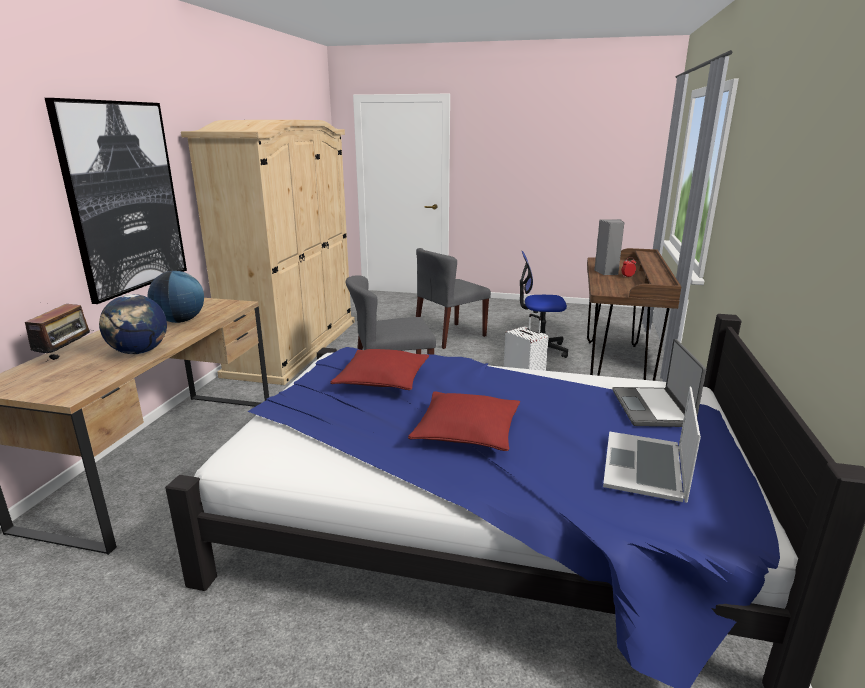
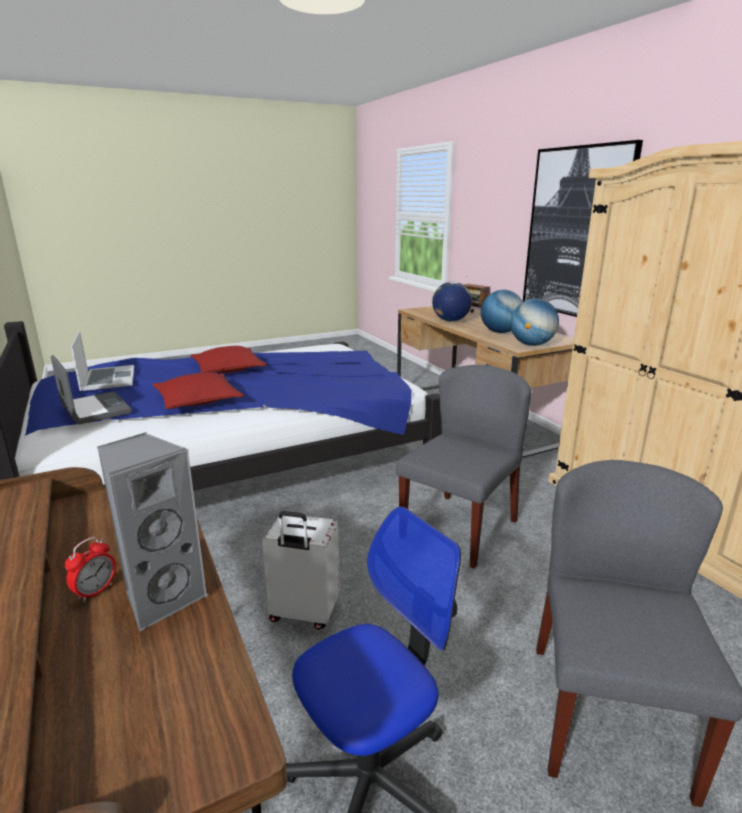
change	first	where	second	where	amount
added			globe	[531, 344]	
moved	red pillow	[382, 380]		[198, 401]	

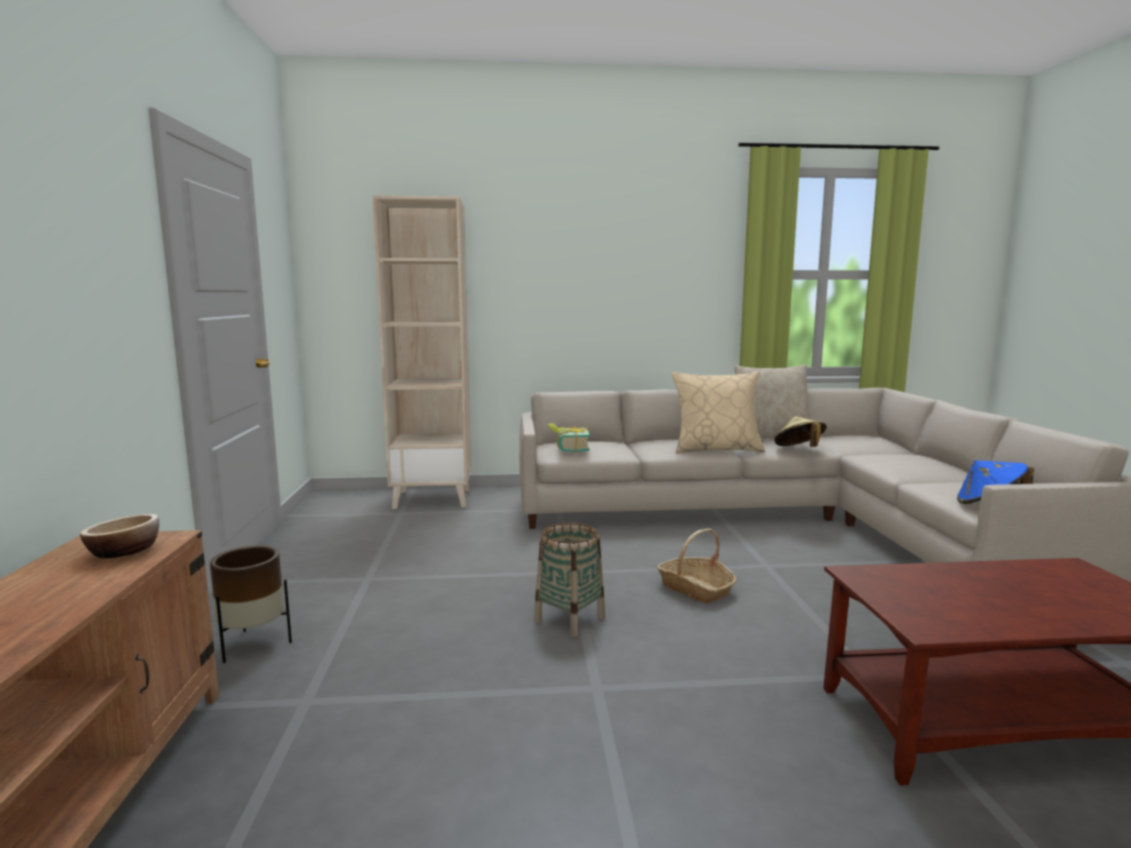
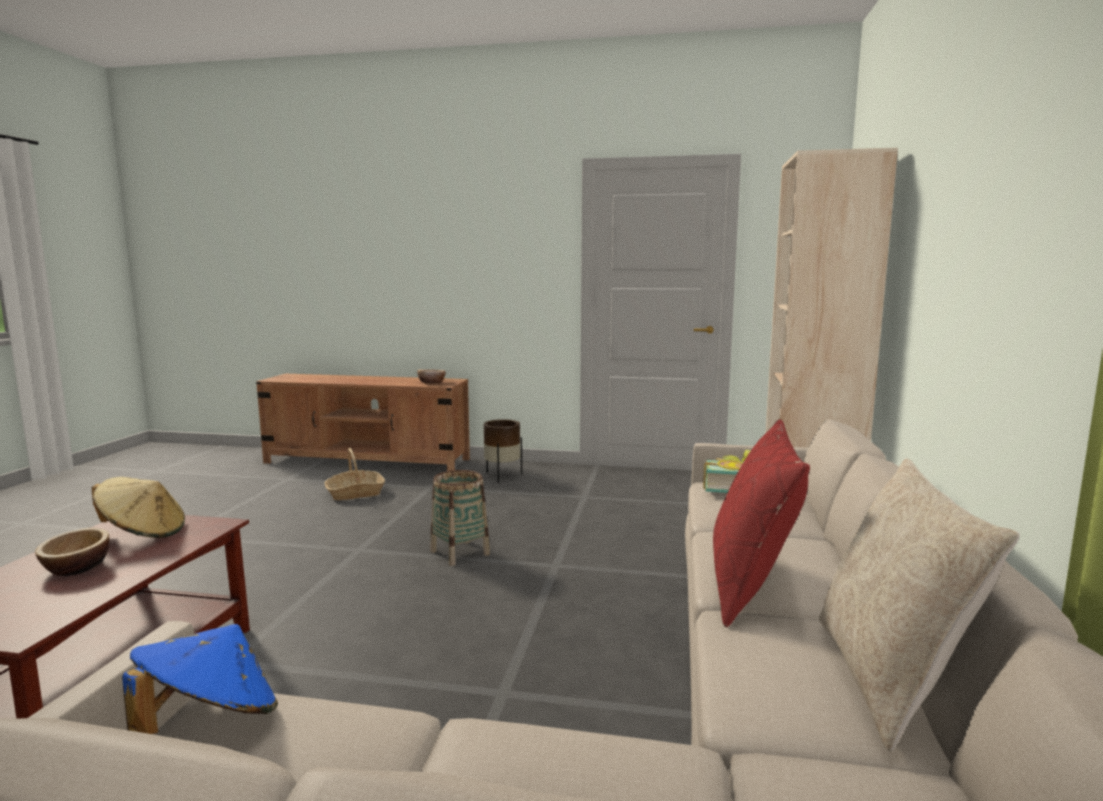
change	first	where	second	where	amount
added			bowl	[77, 567]	
moved	basket	[695, 589]		[355, 493]	
moved	beige hat	[799, 449]		[143, 533]	
recoloured	beige pillow	[716, 449]	red pillow	[751, 586]	

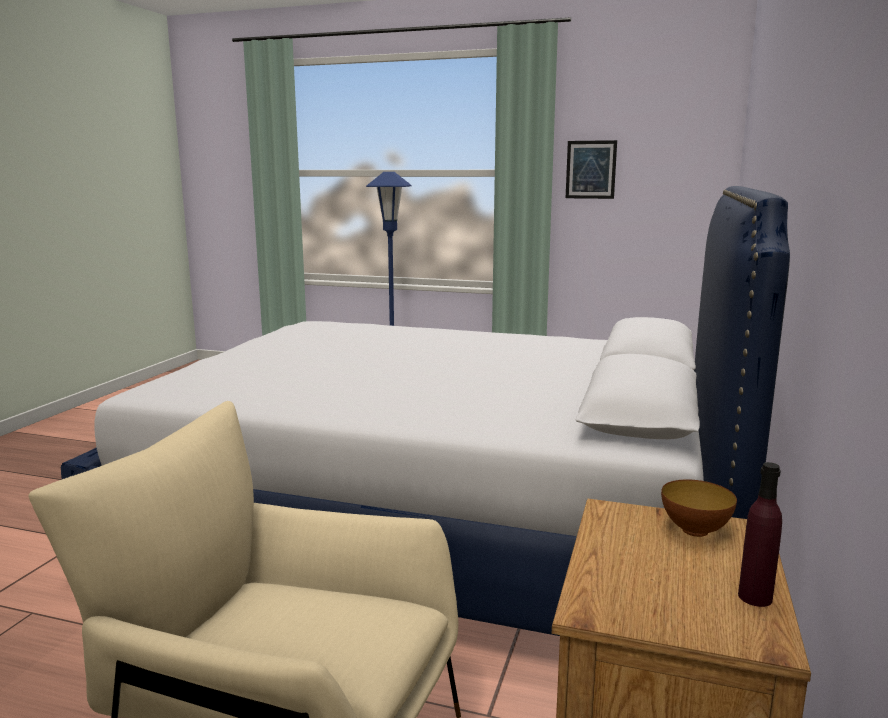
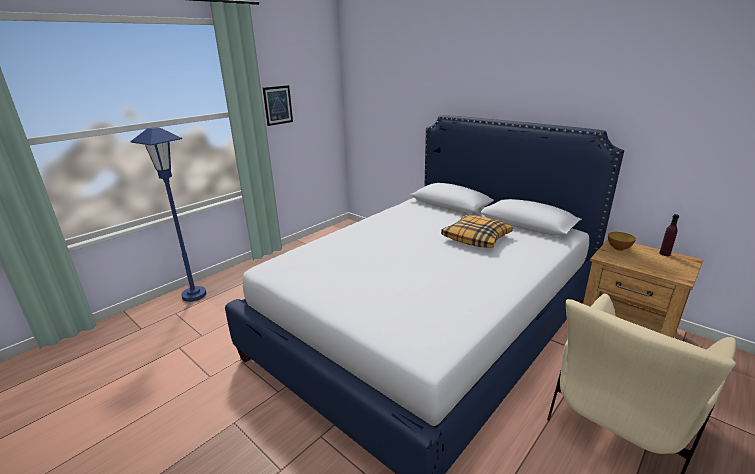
change	first	where	second	where	amount
added			pillow	[476, 238]	

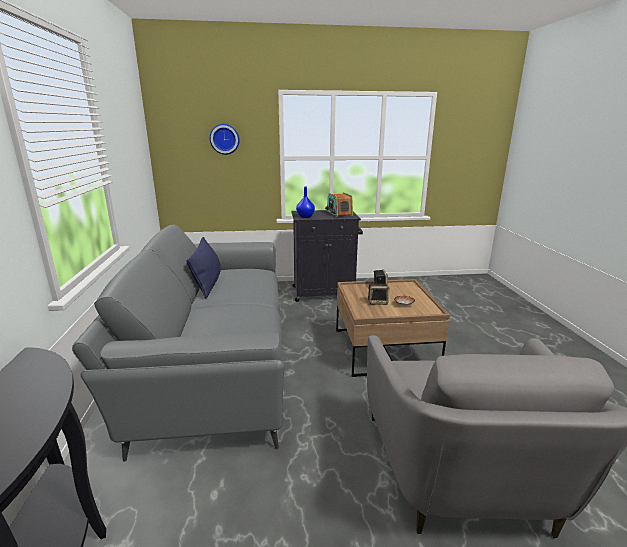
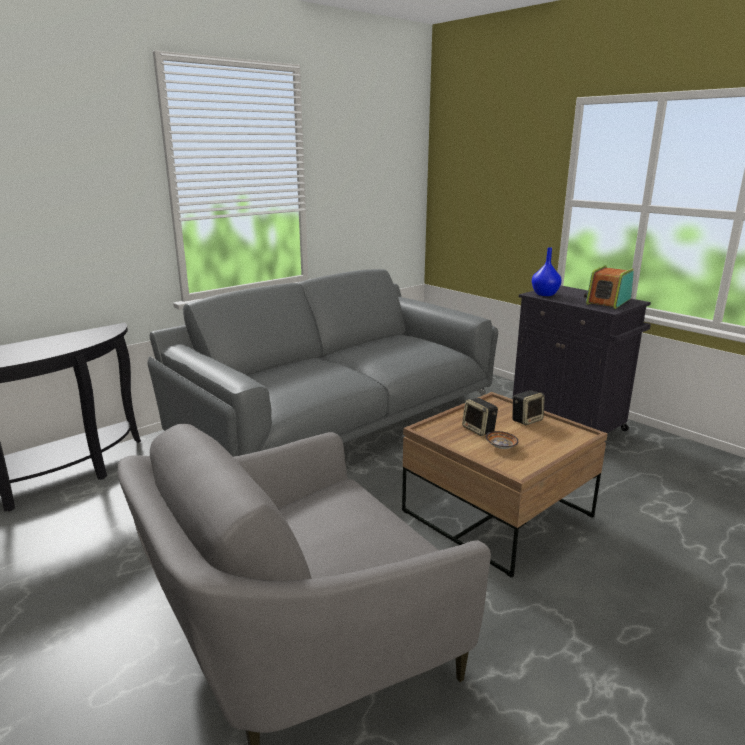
change	first	where	second	where	amount
removed	blue pillow	[207, 283]			
removed	wall clock	[224, 139]			

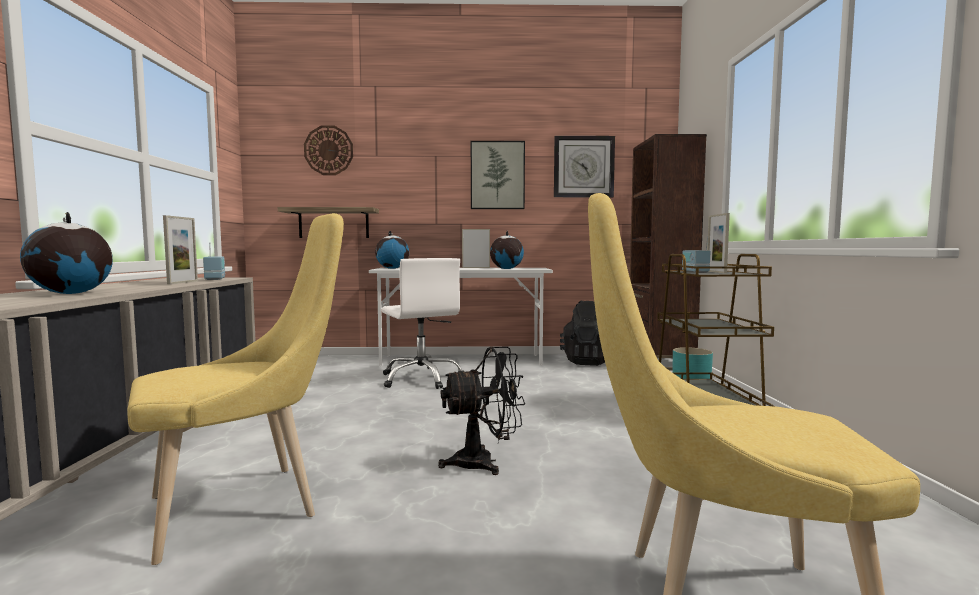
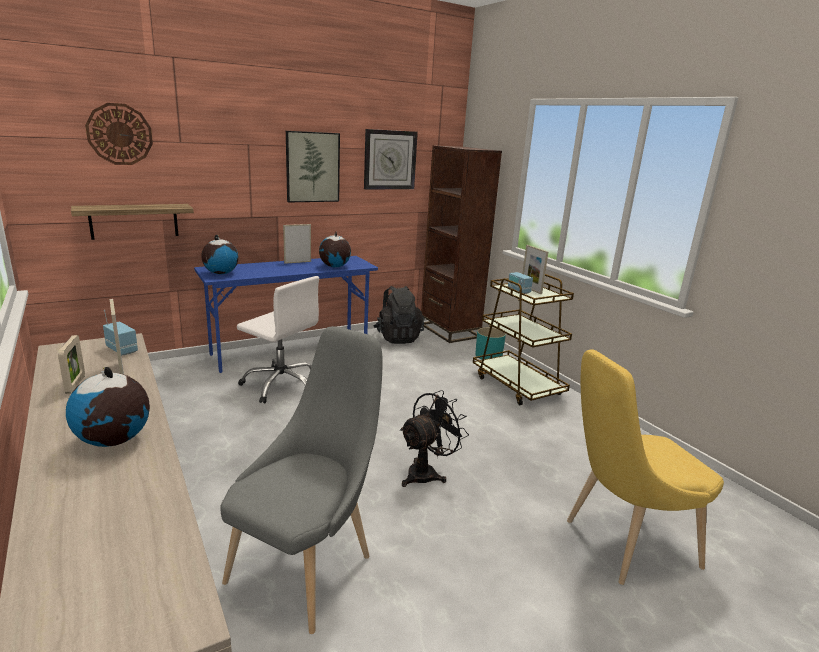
change	first	where	second	where	amount
added			picture frame	[75, 384]	
recoloured	yellow chair	[246, 505]	grey chair	[307, 564]	
recoloured	white desk	[462, 360]	blue desk	[291, 351]	

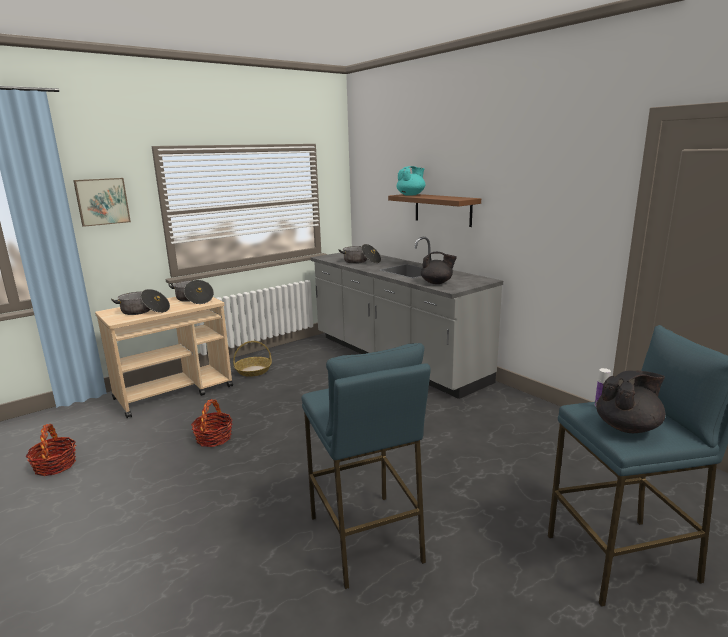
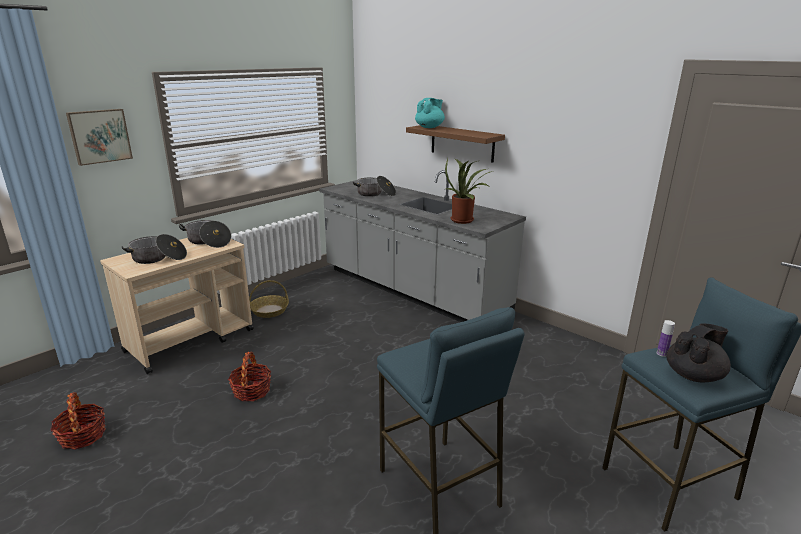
change	first	where	second	where	amount
replaced	black teapot	[437, 283]	potted plant	[464, 220]	

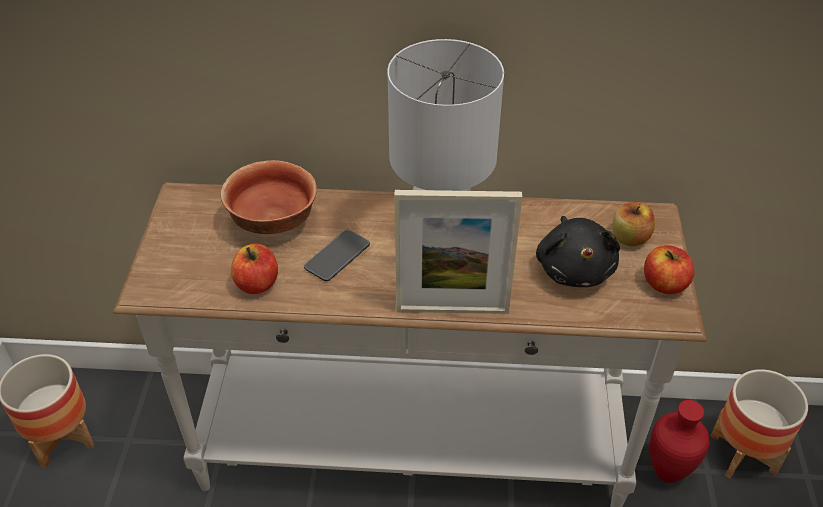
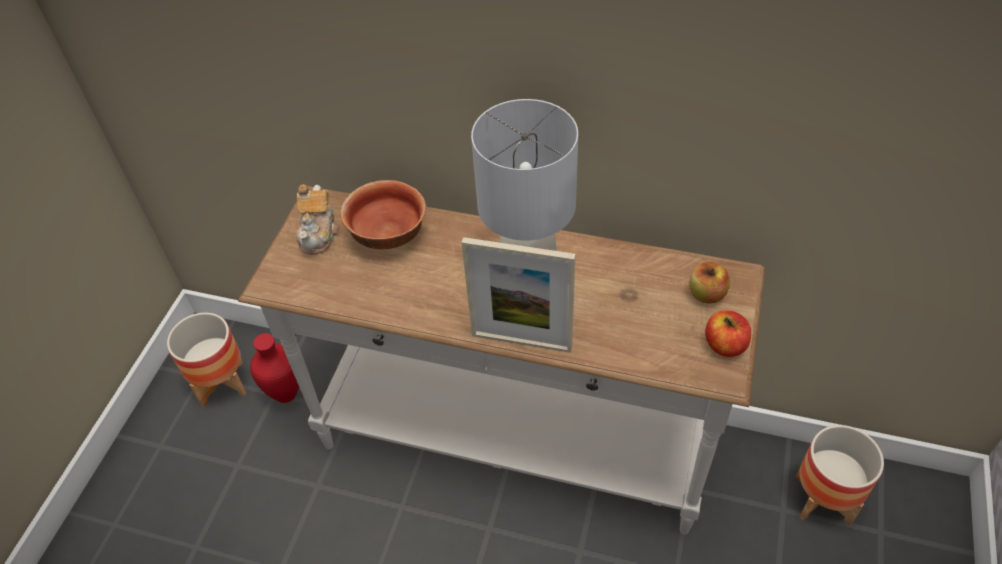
change	first	where	second	where	amount
removed	apple	[257, 283]			
removed	phone	[337, 256]			
removed	black plush toy	[574, 268]			
added			teapot	[319, 233]	
moved	red vase	[668, 471]		[287, 393]	

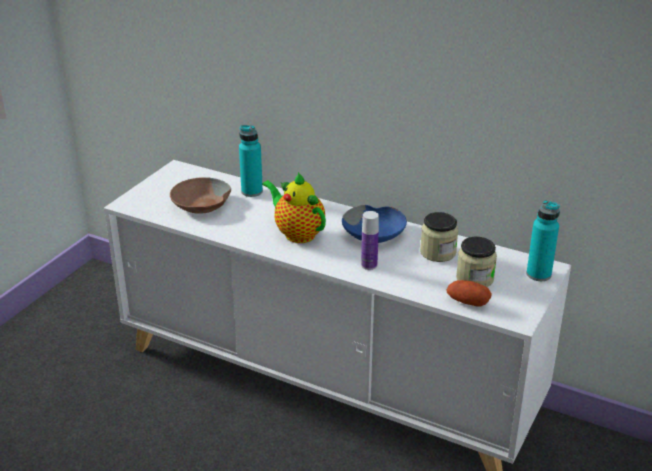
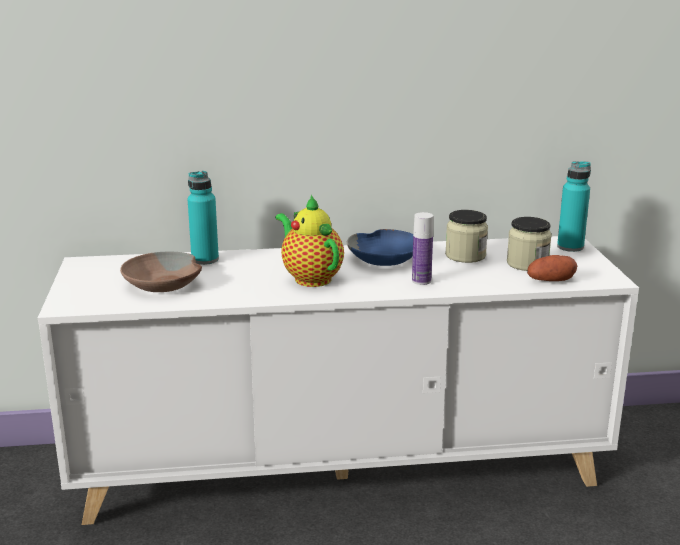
change	first	where	second	where	amount
turned	teapot	[297, 233]		[310, 278]	45 degrees clockwise

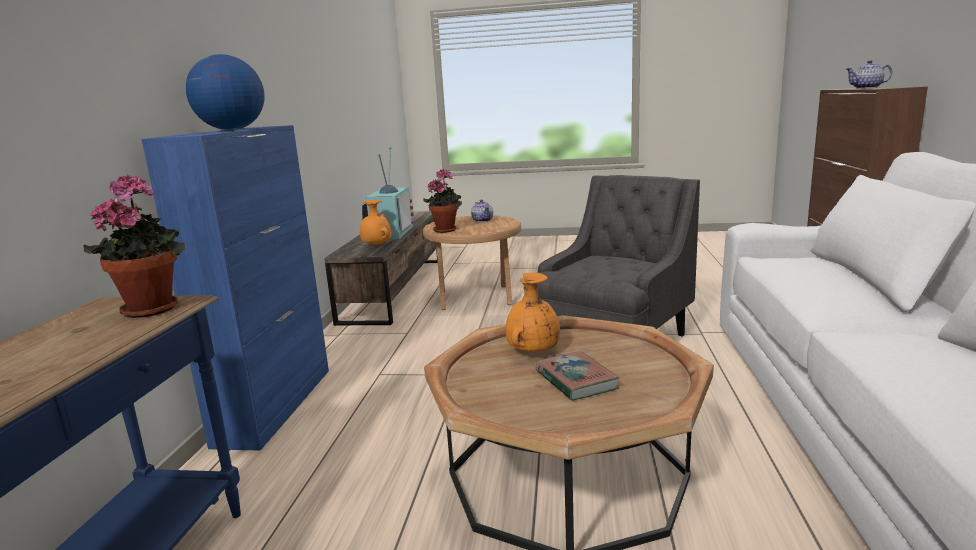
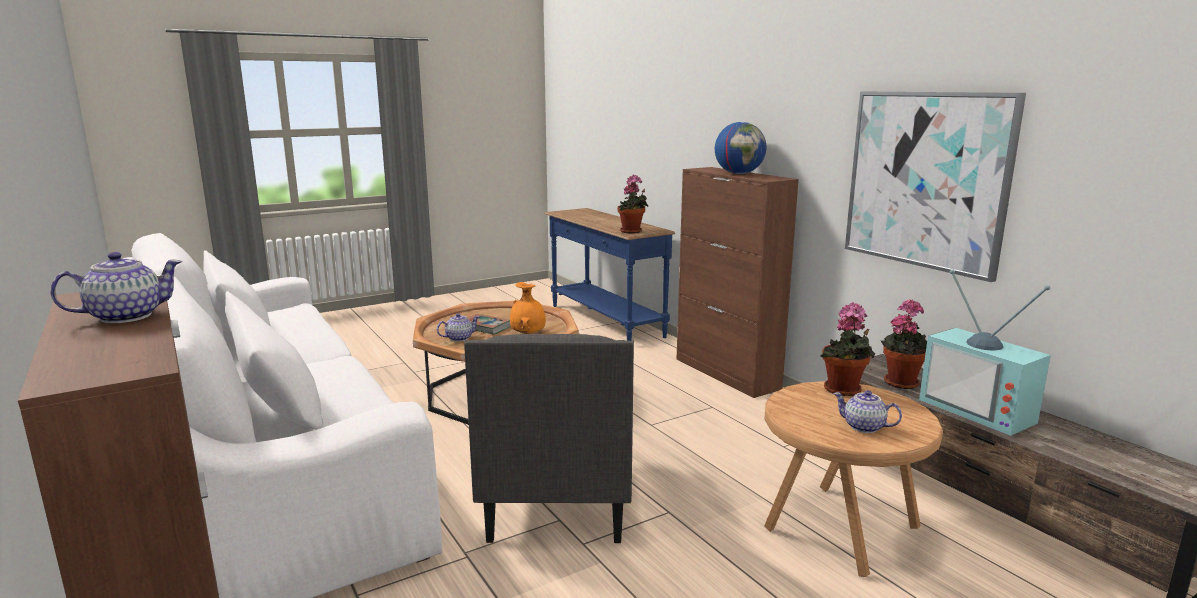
change	first	where	second	where	amount
added			teapot	[459, 338]	
added			picture	[926, 180]	
replaced	orange vase	[376, 245]	potted plant	[901, 382]	
recoloured	blue cabinet	[276, 405]	brown cabinet	[726, 374]	

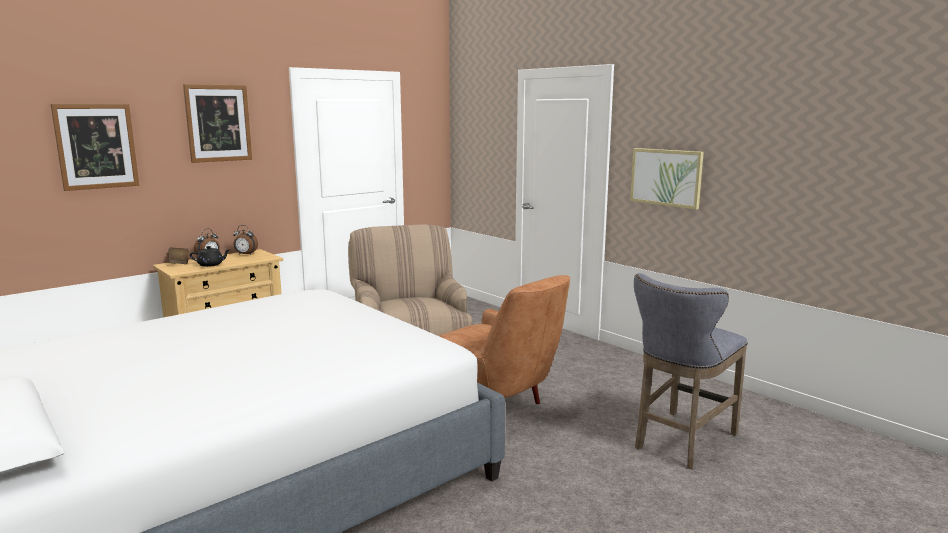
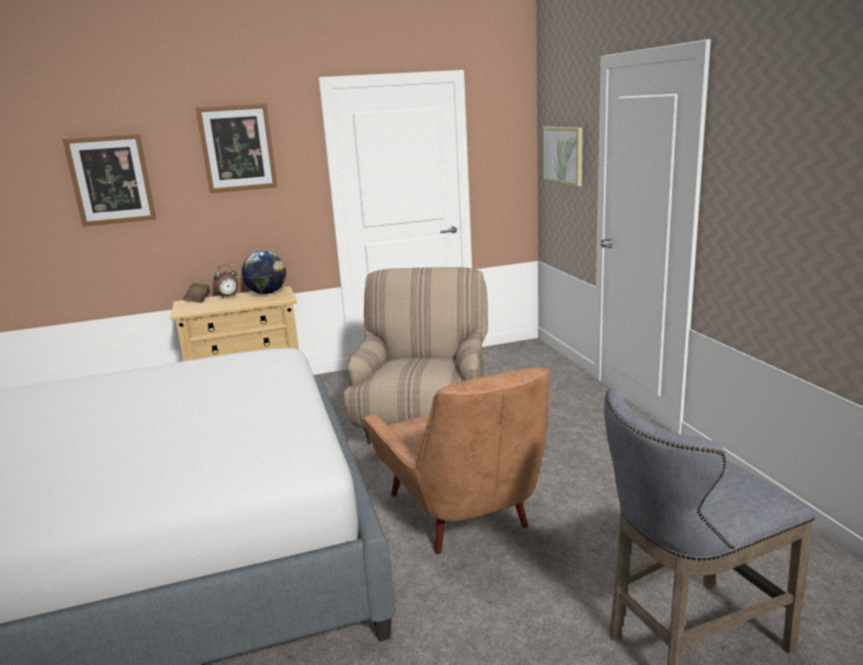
change	first	where	second	where	amount
removed	black teapot	[211, 264]			
moved	picture	[666, 177]		[563, 155]	
replaced	alarm clock	[245, 254]	globe	[267, 293]	

